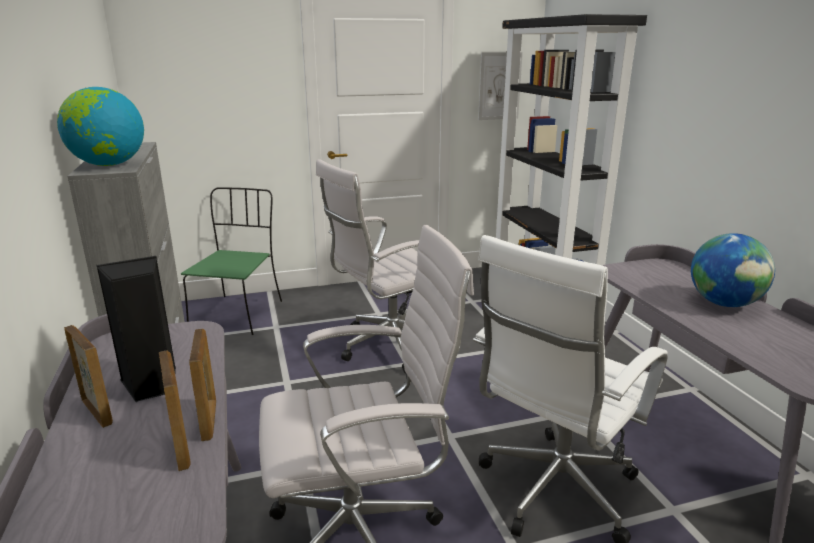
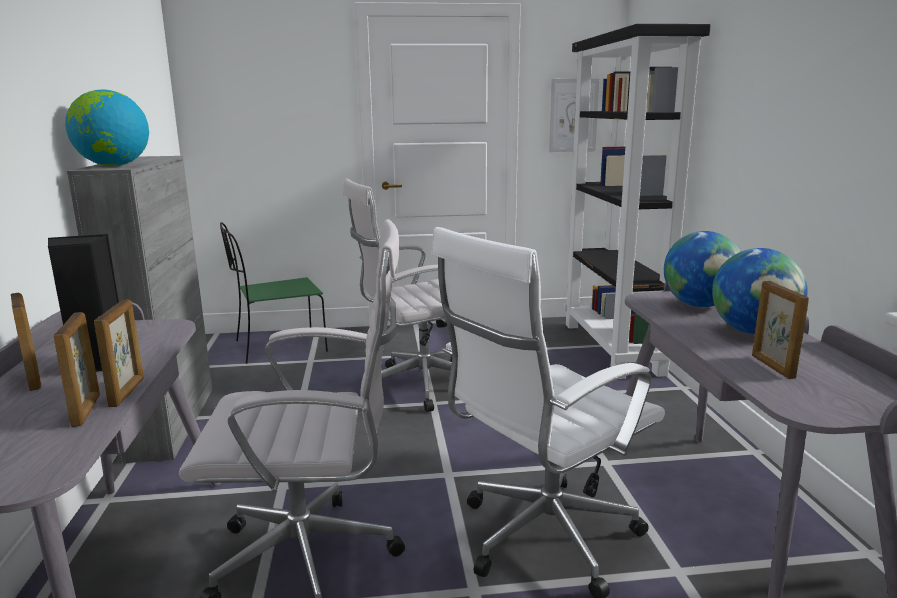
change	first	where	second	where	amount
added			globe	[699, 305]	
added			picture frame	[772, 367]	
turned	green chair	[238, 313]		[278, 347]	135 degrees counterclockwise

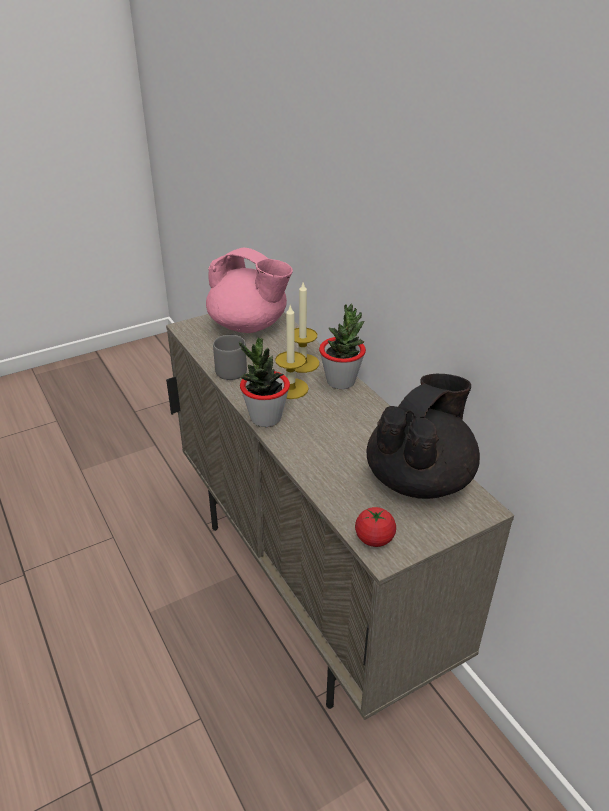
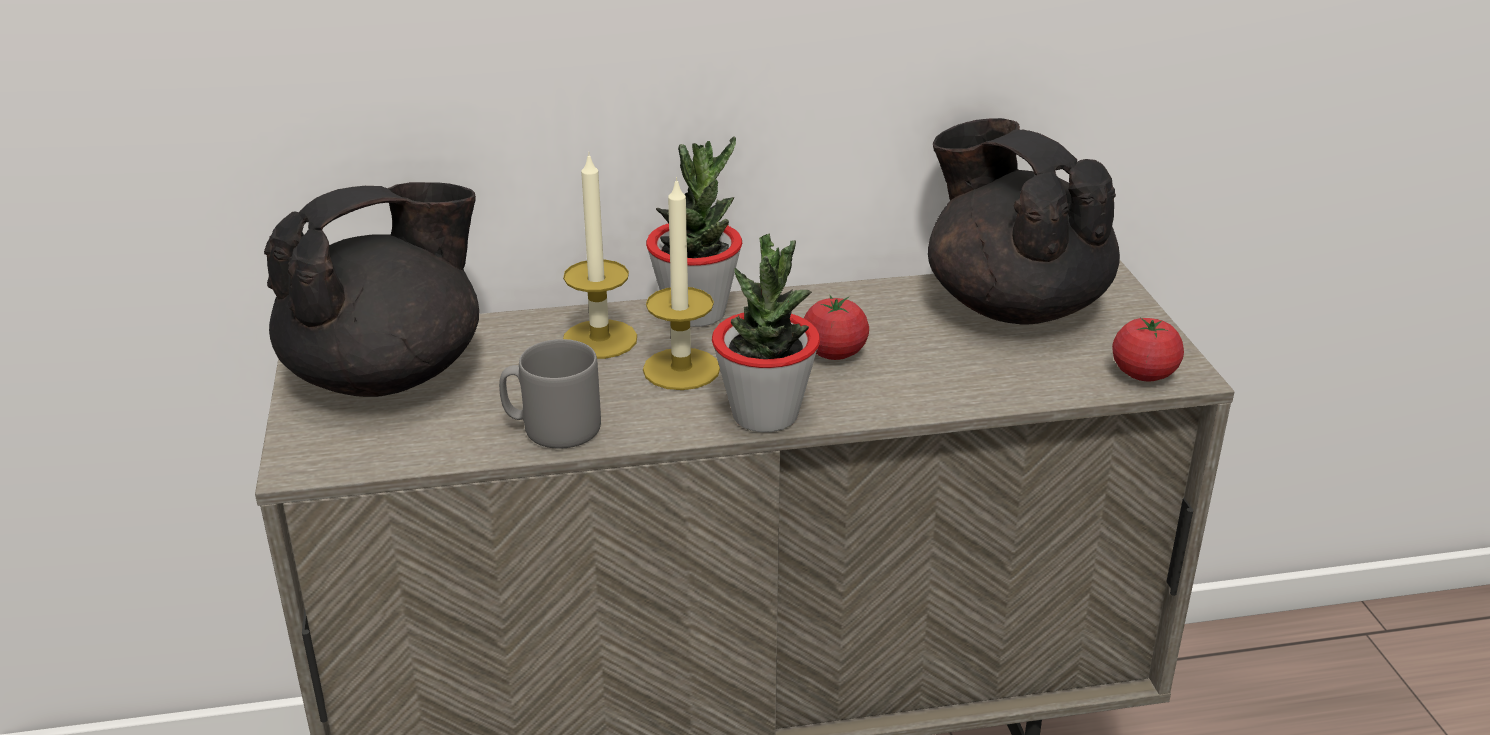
change	first	where	second	where	amount
added			tomato	[834, 352]	
recoloured	pink teapot	[249, 326]	black teapot	[388, 374]	

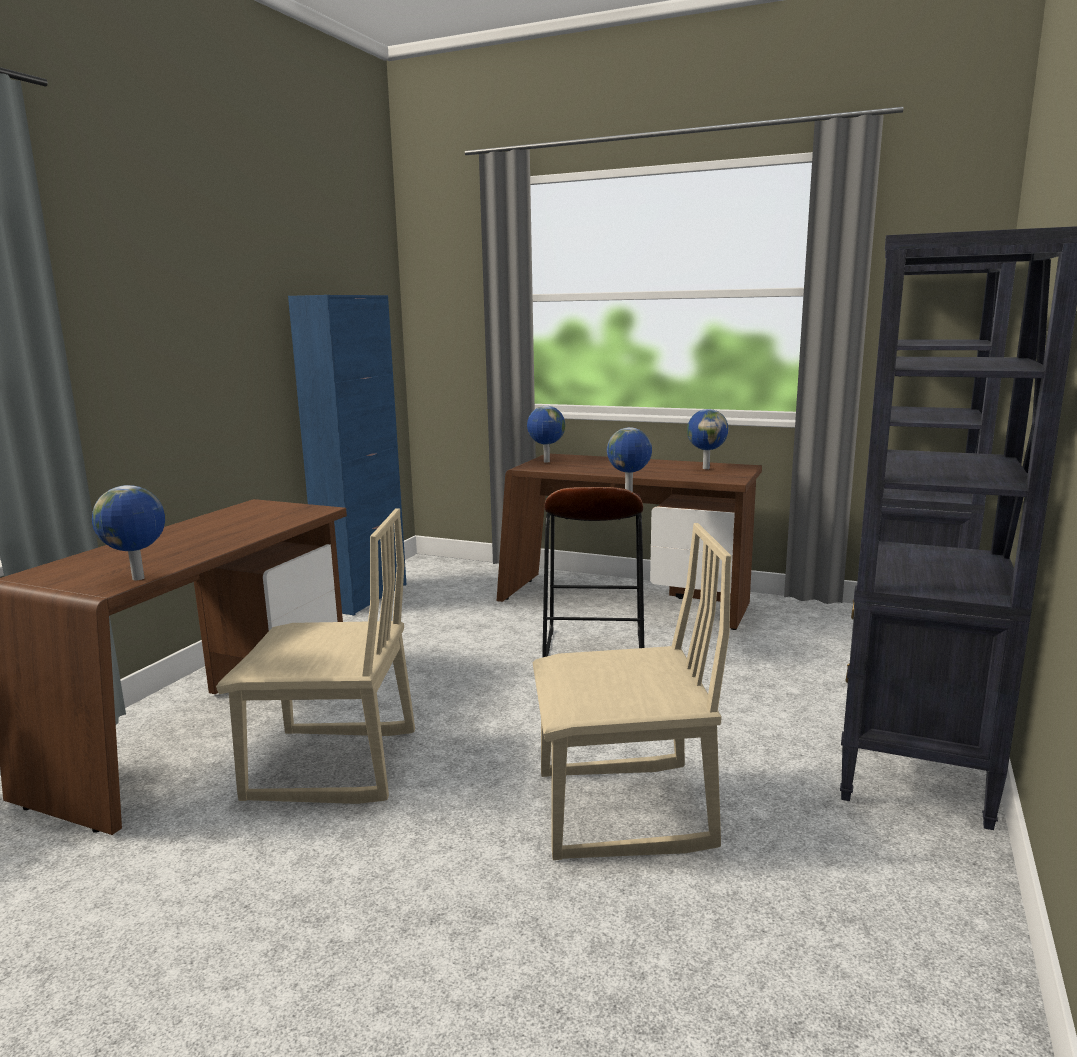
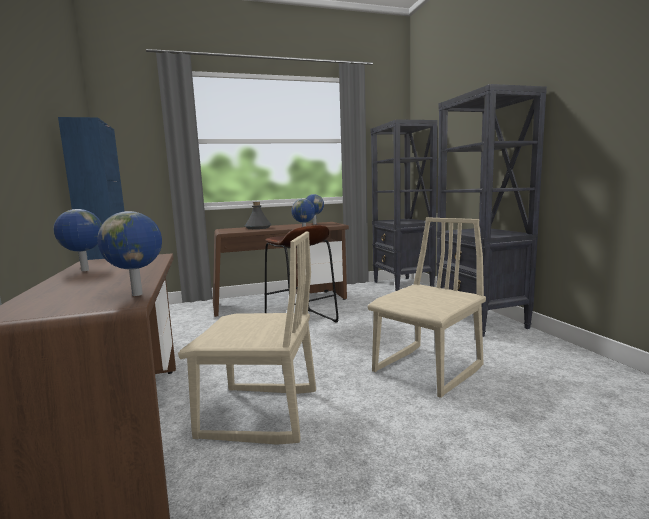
change	first	where	second	where	amount
added			grey bottle	[258, 228]	
moved	globe	[546, 462]		[84, 270]	
turned	beige chair	[332, 766]		[259, 415]	45 degrees clockwise

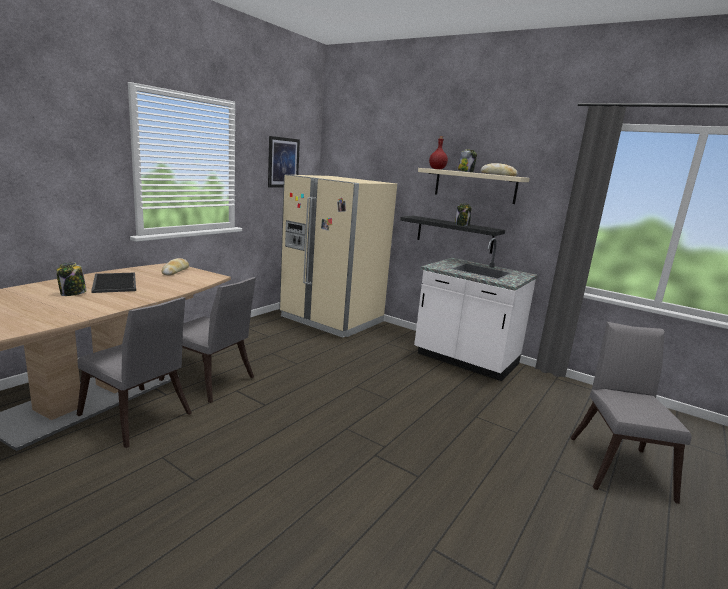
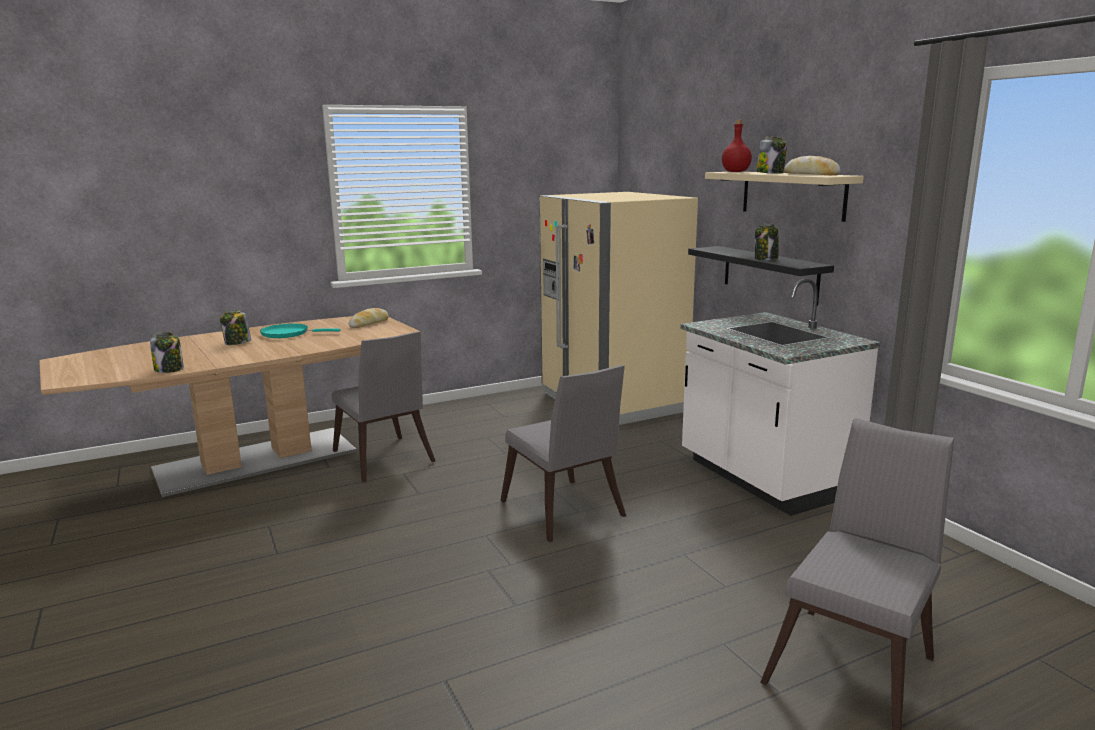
change	first	where	second	where	amount
removed	picture	[283, 162]			
added			jar	[169, 369]	
moved	grey chair	[138, 419]		[564, 513]	
replaced	tray	[113, 283]	turquoise frying pan	[288, 334]	

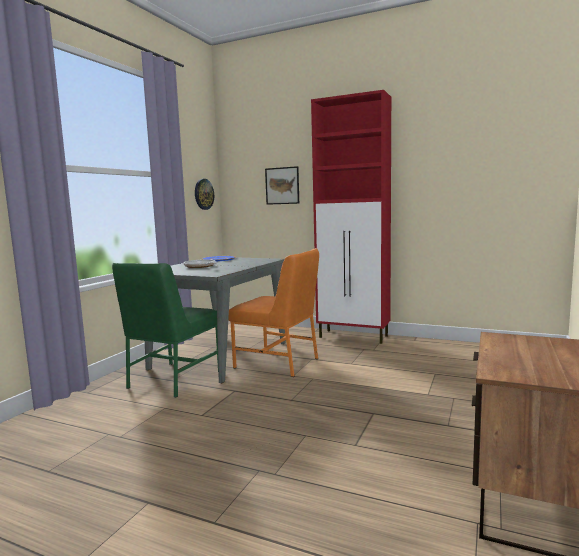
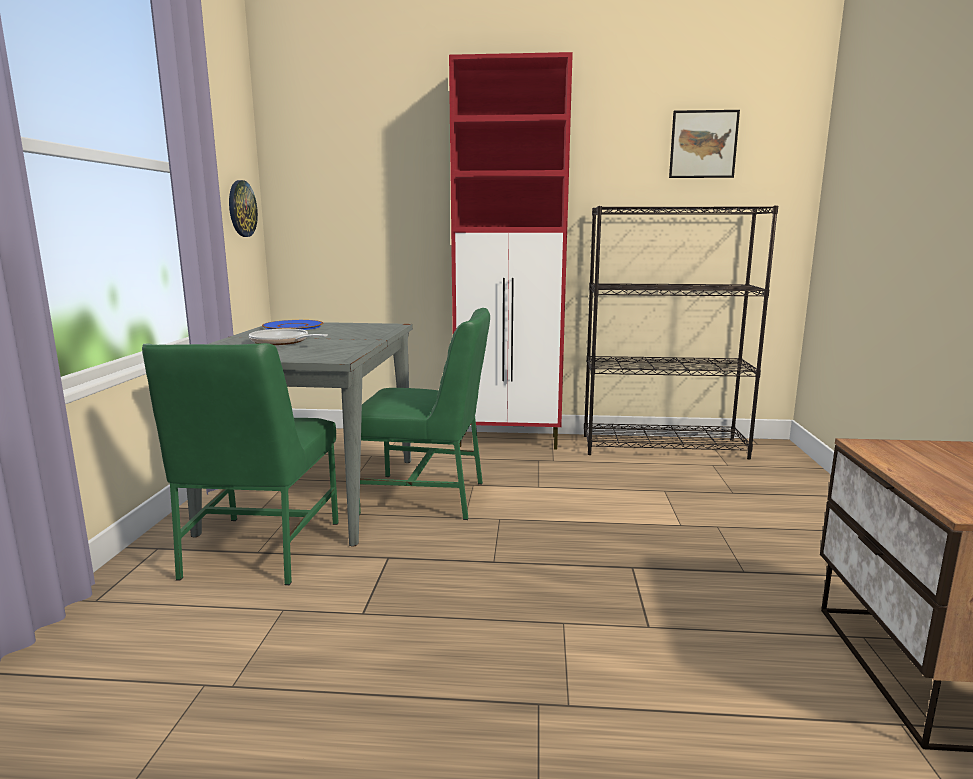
change	first	where	second	where	amount
added			black bookcase	[664, 447]	
moved	picture	[282, 185]		[703, 144]	
recoloured	orange chair	[278, 363]	green chair	[425, 497]	

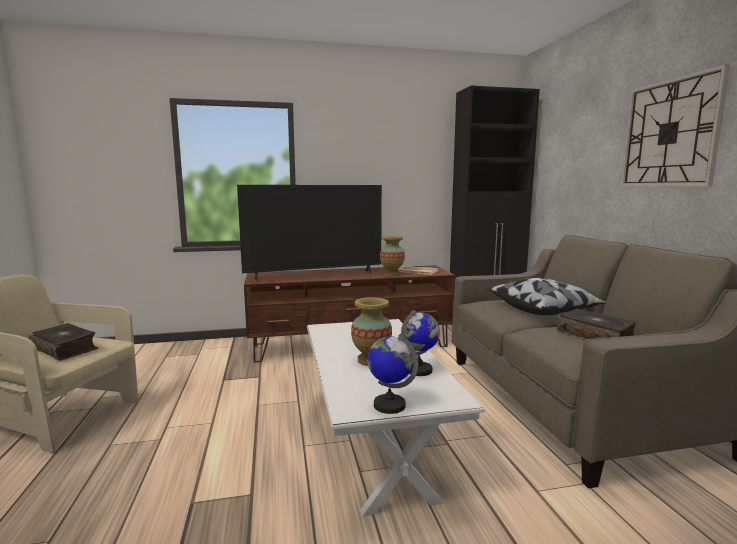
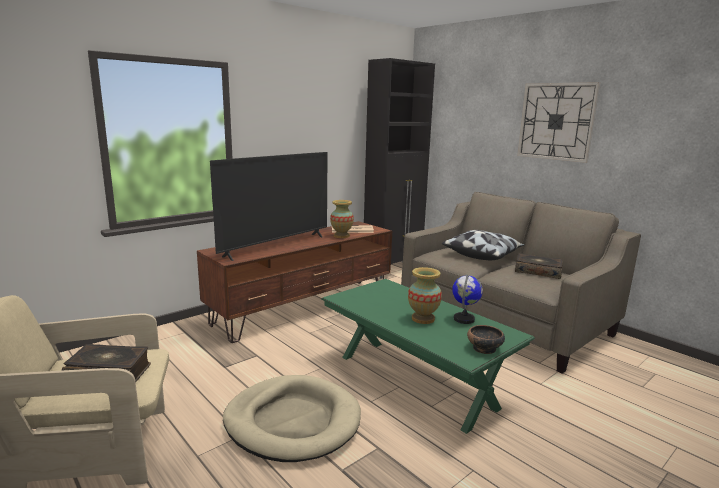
change	first	where	second	where	amount
added			beige dog bed	[292, 421]	
replaced	globe	[389, 405]	bowl	[484, 349]	
recoloured	white coffee table	[375, 439]	green coffee table	[415, 381]	

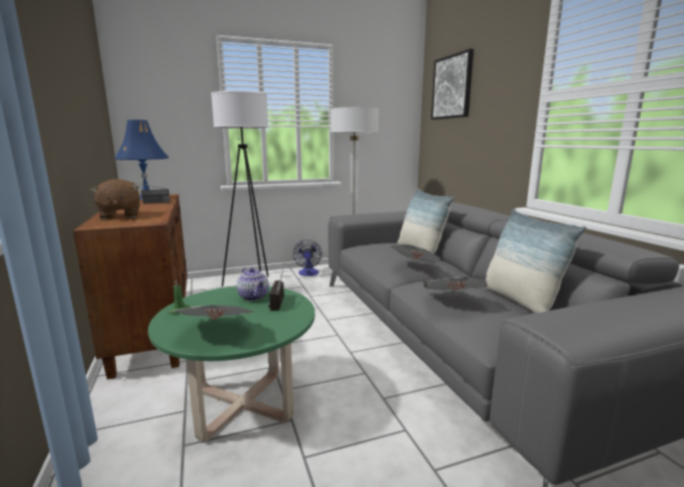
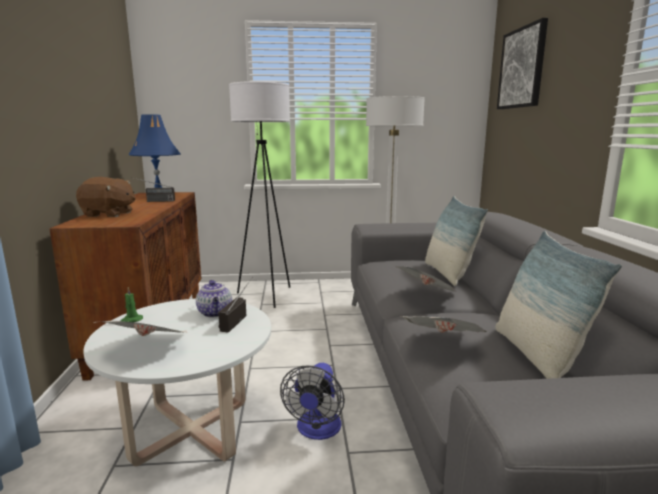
change	first	where	second	where	amount
moved	fan	[308, 274]		[317, 430]	
recoloured	green coffee table	[242, 404]	white coffee table	[192, 430]	
turned	brown plush toy	[120, 215]		[109, 214]	75 degrees counterclockwise

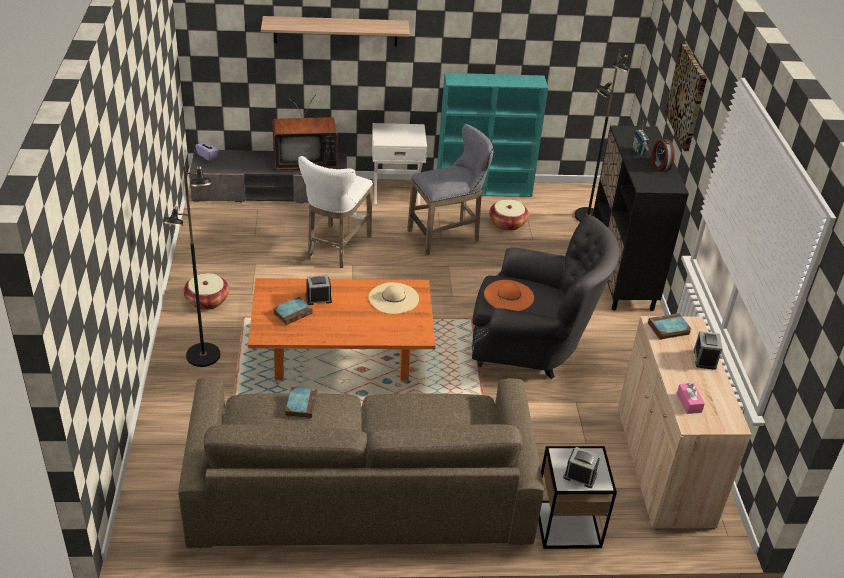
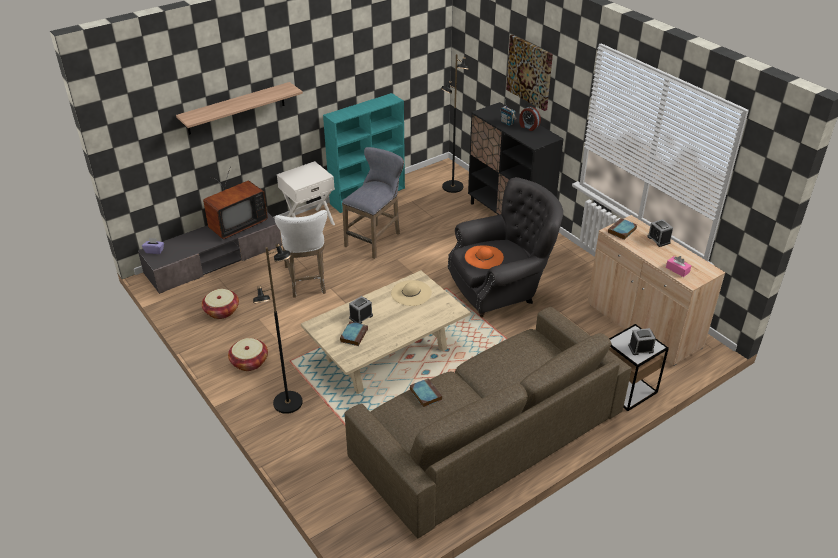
change	first	where	second	where	amount
moved	basket	[507, 223]		[222, 311]	
recoloured	orange coffee table	[342, 356]	beige coffee table	[387, 354]	

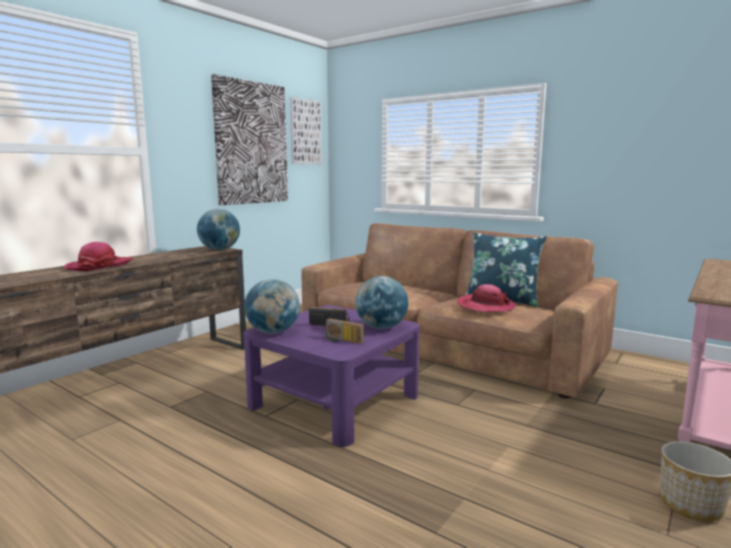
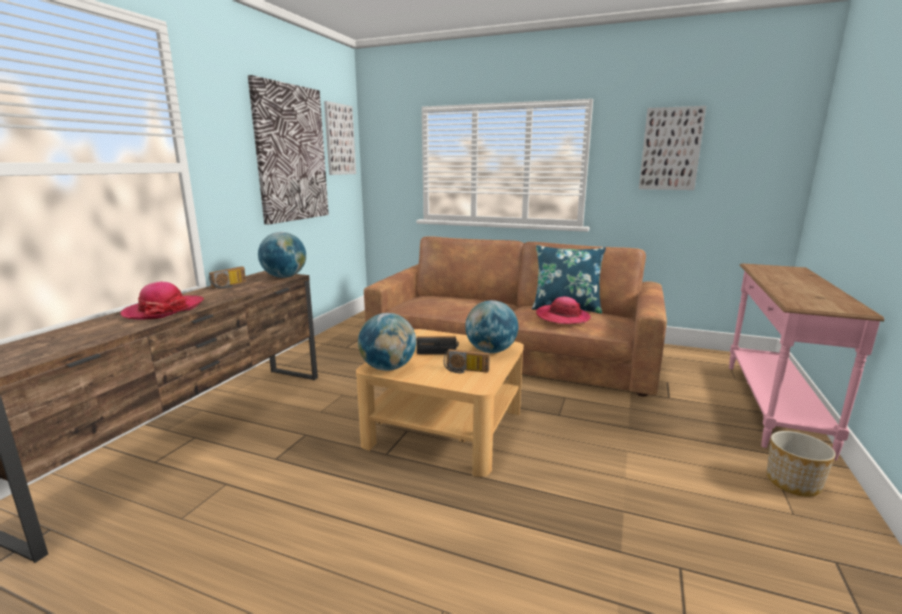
change	first	where	second	where	amount
added			radio	[230, 286]	
added			picture	[670, 149]	
recoloured	purple coffee table	[335, 401]	beige coffee table	[446, 427]	

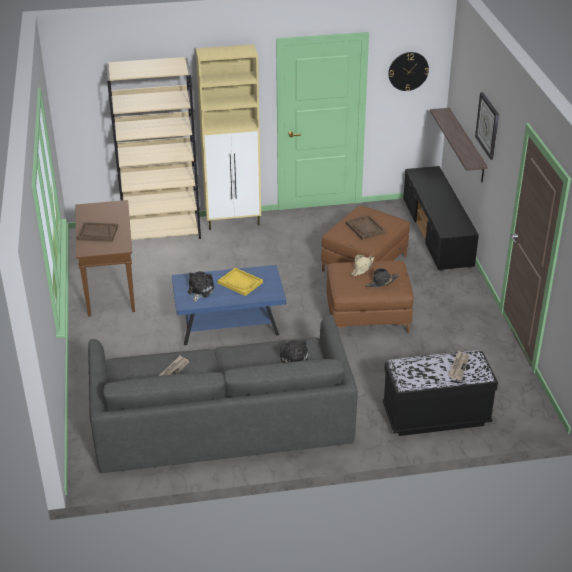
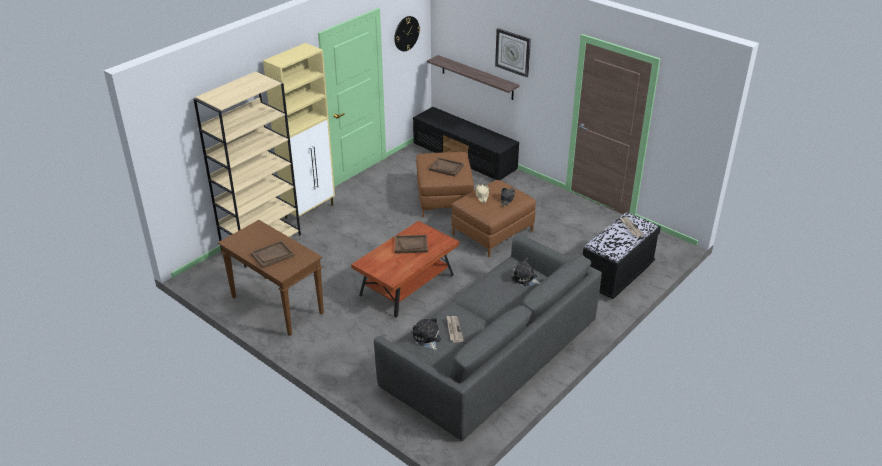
change	first	where	second	where	amount
moved	plush toy	[199, 291]		[427, 338]	
recoloured	blue coffee table	[229, 324]	brown coffee table	[407, 285]	
recoloured	yellow tray	[240, 283]	brown tray	[411, 245]	

